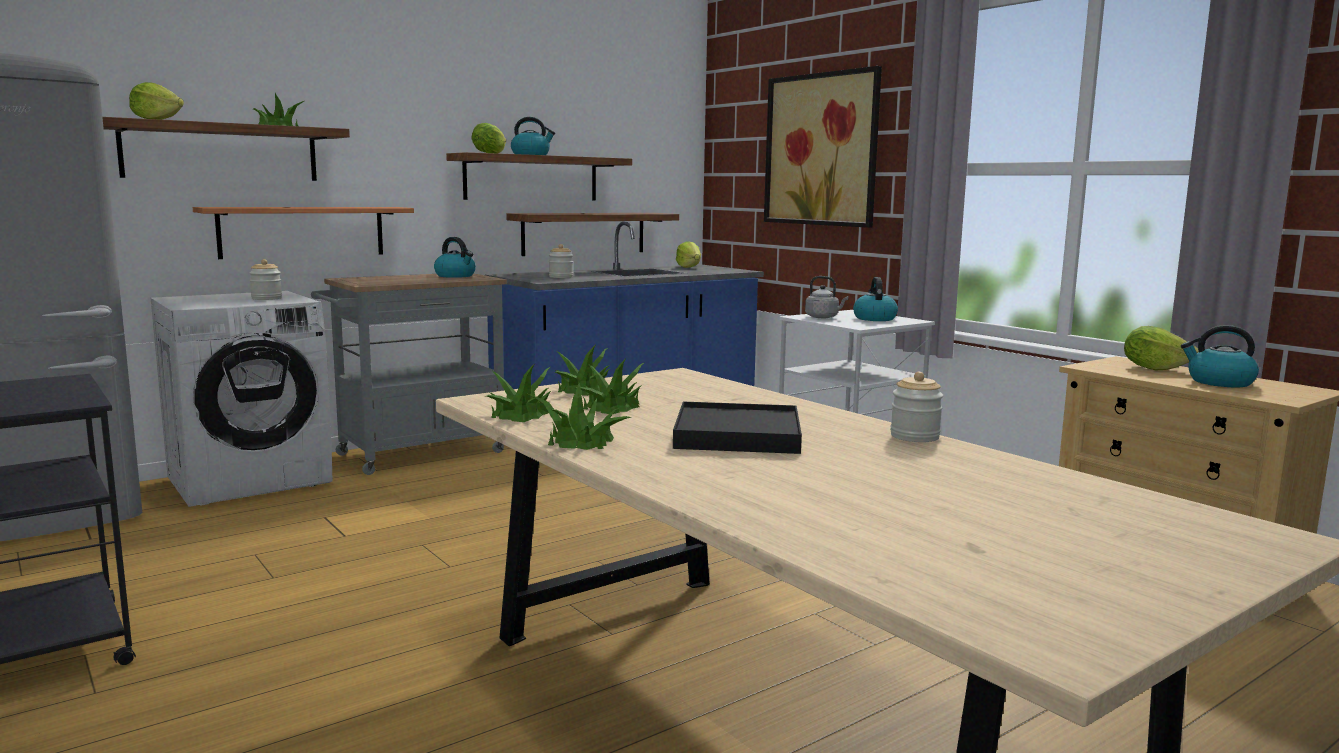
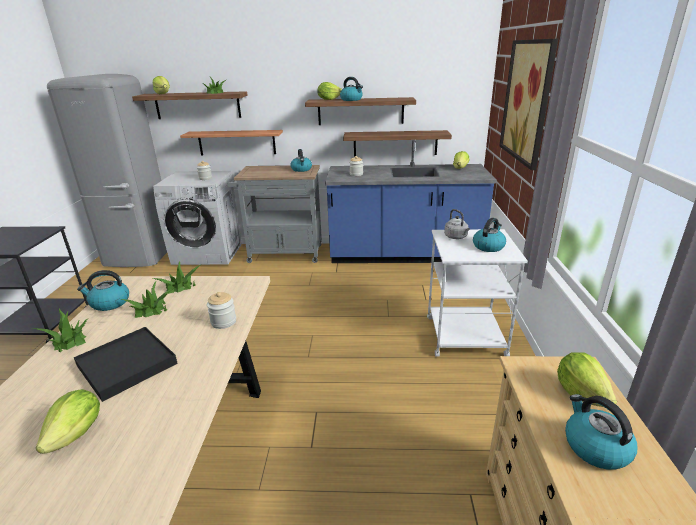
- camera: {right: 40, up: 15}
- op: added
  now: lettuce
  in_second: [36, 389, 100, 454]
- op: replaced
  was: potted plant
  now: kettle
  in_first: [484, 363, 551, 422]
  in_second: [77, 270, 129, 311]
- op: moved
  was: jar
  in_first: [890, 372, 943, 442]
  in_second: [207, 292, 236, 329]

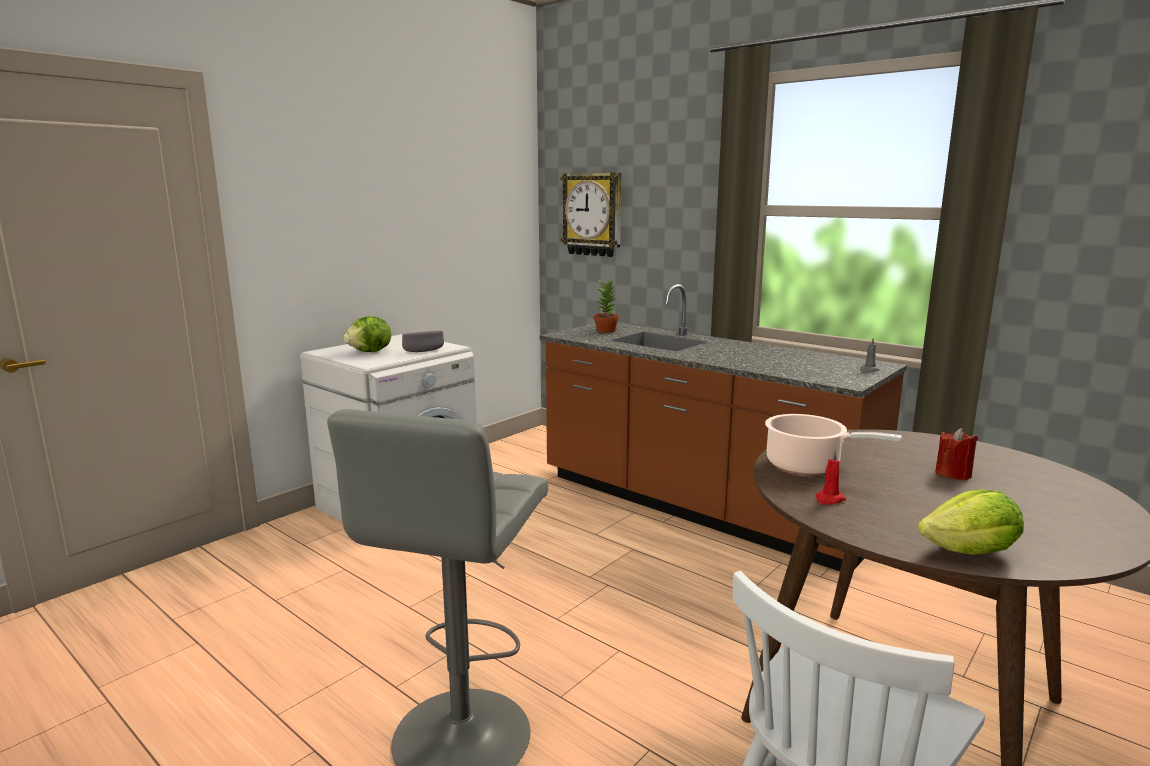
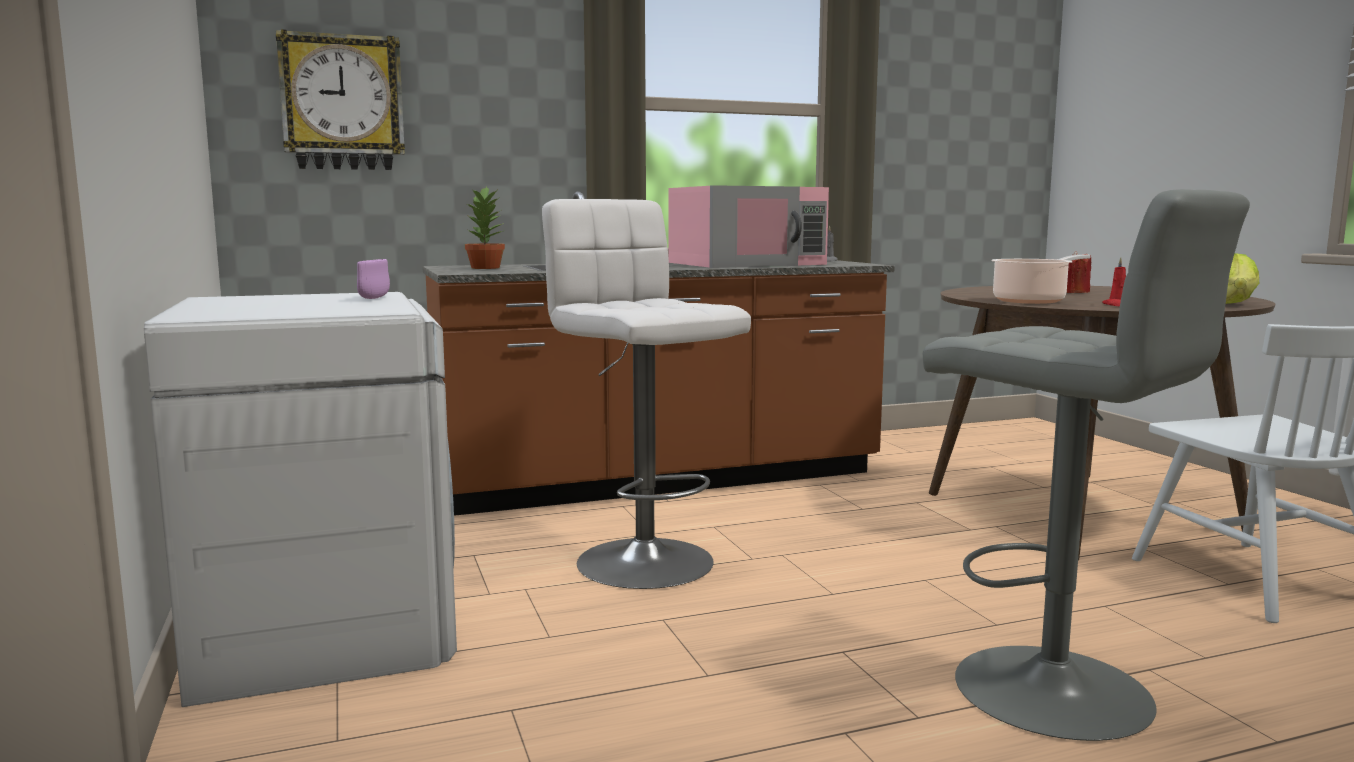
- camera: {right: -60, up: -5}
- op: recoloured
  was: grey bowl
  now: purple bowl
  in_first: [402, 331, 444, 352]
  in_second: [357, 259, 390, 299]
- op: added
  now: white stool
  in_second: [542, 199, 751, 589]
- op: added
  now: pink microwave
  in_second: [668, 185, 829, 268]
- op: removed
  was: lettuce
  in_first: [344, 316, 391, 352]

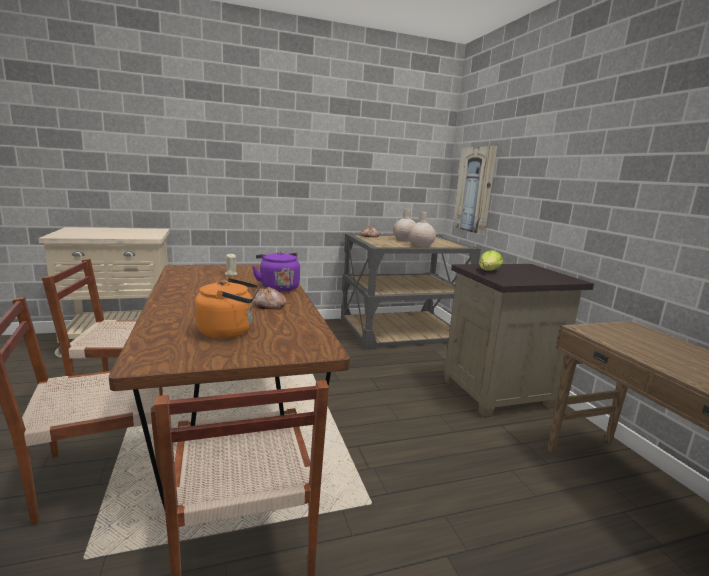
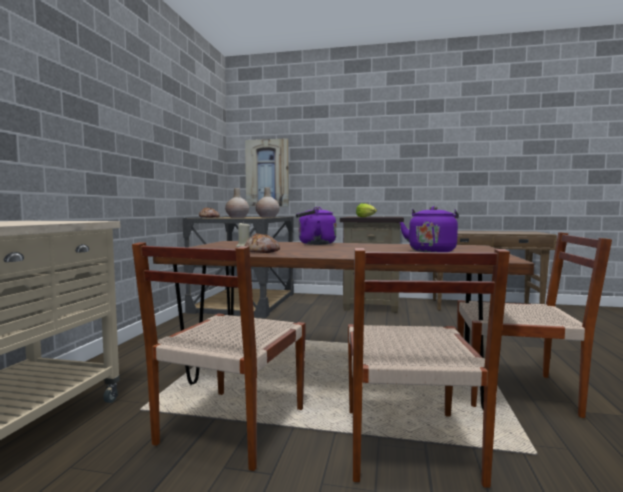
- camera: {right: -60, up: -10}
- op: moved
  was: bread
  in_first: [253, 287, 287, 309]
  in_second: [245, 233, 280, 253]
- op: recoloured
  was: orange kettle
  now: purple kettle
  in_first: [195, 278, 259, 338]
  in_second: [400, 206, 459, 252]

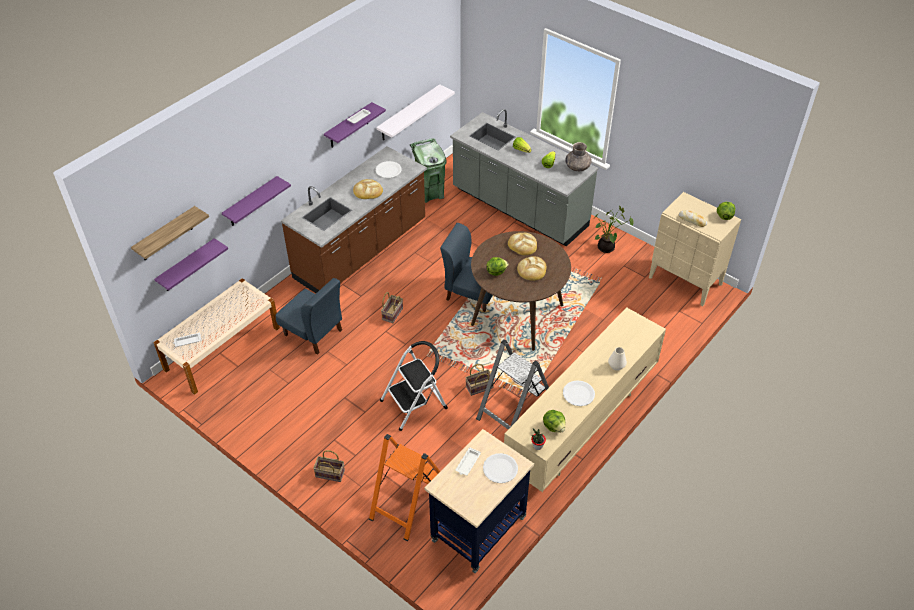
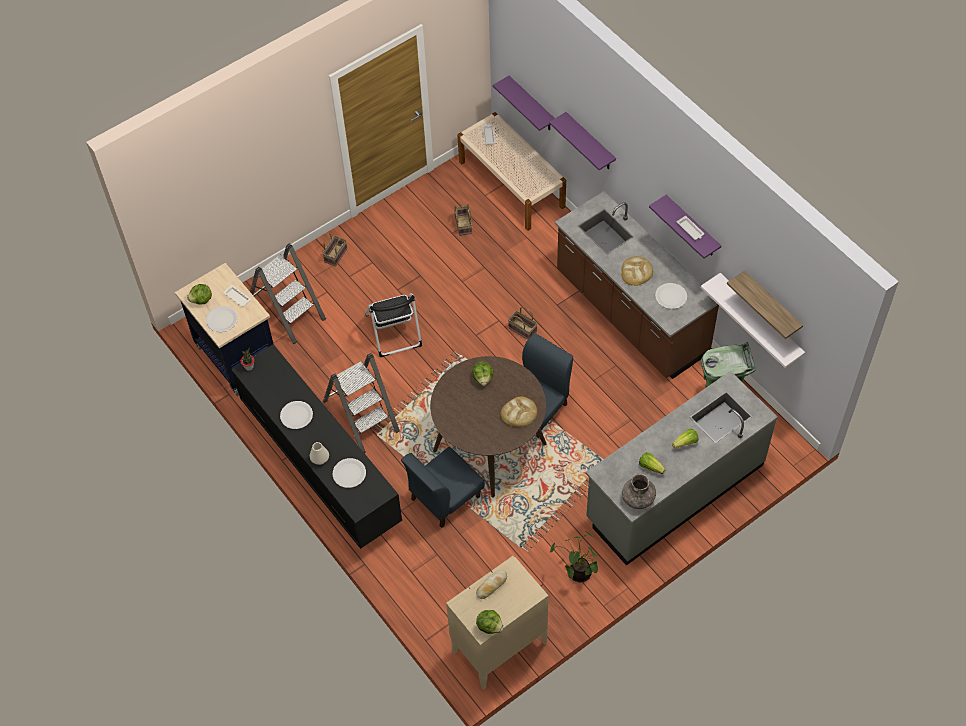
- camera: {right: 105, up: 10}
- op: moved
  was: lettuce
  in_first: [543, 410, 565, 433]
  in_second: [187, 284, 212, 305]
- op: recoloured
  was: beige cabinet
  now: black cabinet
  in_first: [504, 307, 666, 492]
  in_second: [232, 344, 402, 549]
- op: recoloured
  was: orange step ladder
  now: grey step ladder
  in_first: [369, 434, 440, 541]
  in_second: [250, 243, 326, 344]
- op: added
  now: white plate
  in_second: [333, 458, 366, 488]
- op: moved
  was: blue chair
  in_first: [275, 278, 342, 354]
  in_second: [401, 447, 485, 528]
- op: moved
  was: basket
  in_first: [465, 364, 494, 396]
  in_second: [454, 204, 472, 236]
- op: moved
  was: shelf
  in_first: [131, 206, 209, 261]
  in_second: [727, 271, 803, 339]
- op: removed
  was: bread
  in_first: [517, 256, 546, 281]

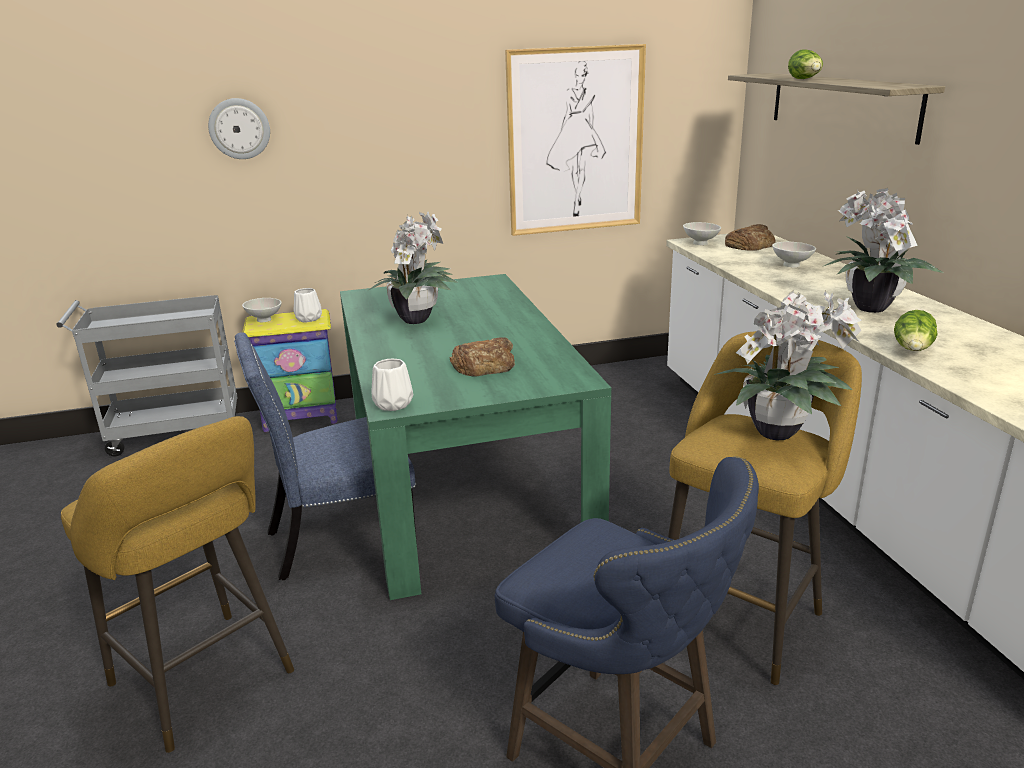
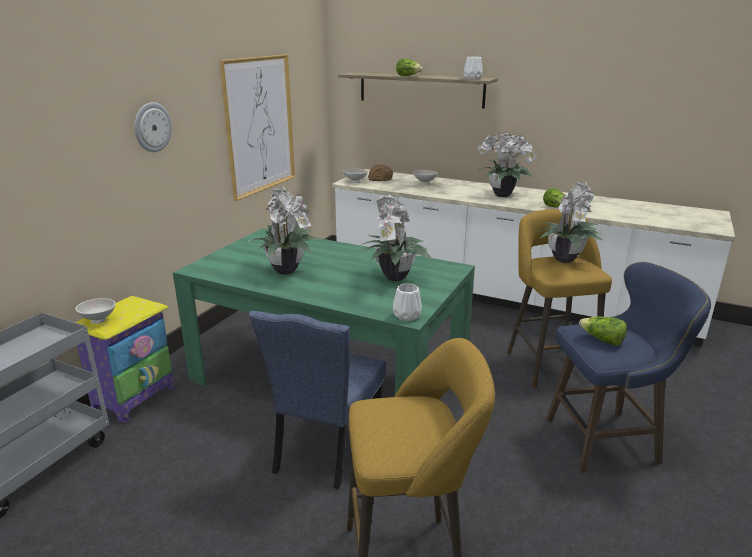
- camera: {right: -50, up: 0}
- op: moved
  was: wall clock
  in_first: [208, 98, 270, 159]
  in_second: [134, 102, 172, 152]
- op: replaced
  was: bread
  now: potted plant
  in_first: [450, 337, 515, 377]
  in_second: [361, 194, 432, 281]
- op: moved
  was: white vase
  in_first: [294, 288, 322, 322]
  in_second: [464, 57, 483, 79]
- op: added
  now: lettuce
  in_second: [579, 317, 627, 346]

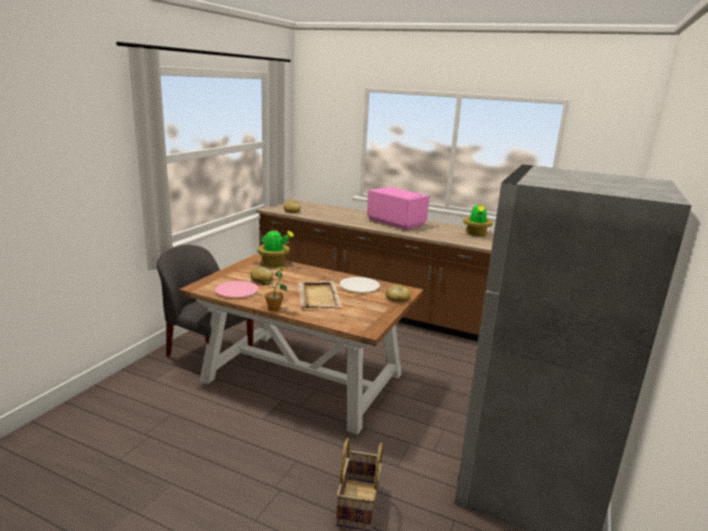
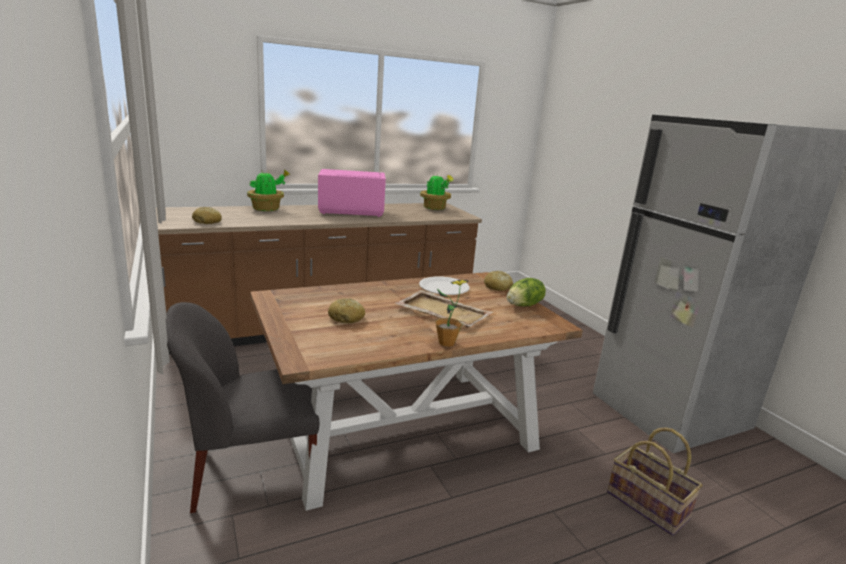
- camera: {right: -50, up: 0}
- op: moved
  was: potted plant
  in_first: [257, 228, 294, 266]
  in_second: [247, 169, 291, 211]
- op: added
  now: lettuce
  in_second: [507, 278, 546, 307]
- op: removed
  was: pink plate
  in_first: [215, 281, 259, 298]

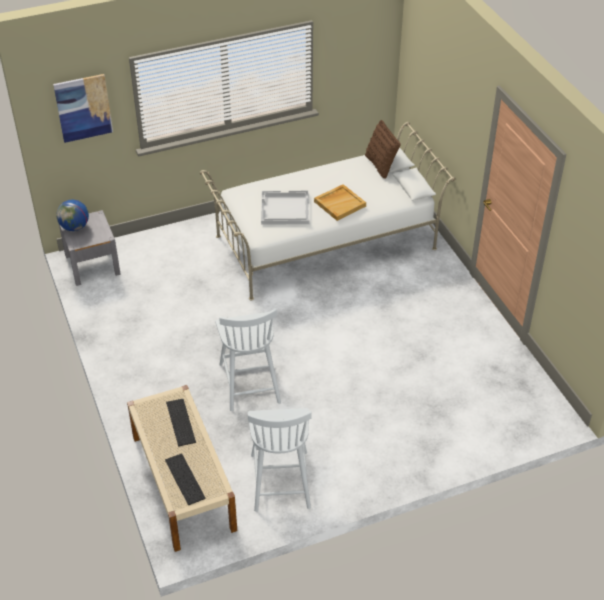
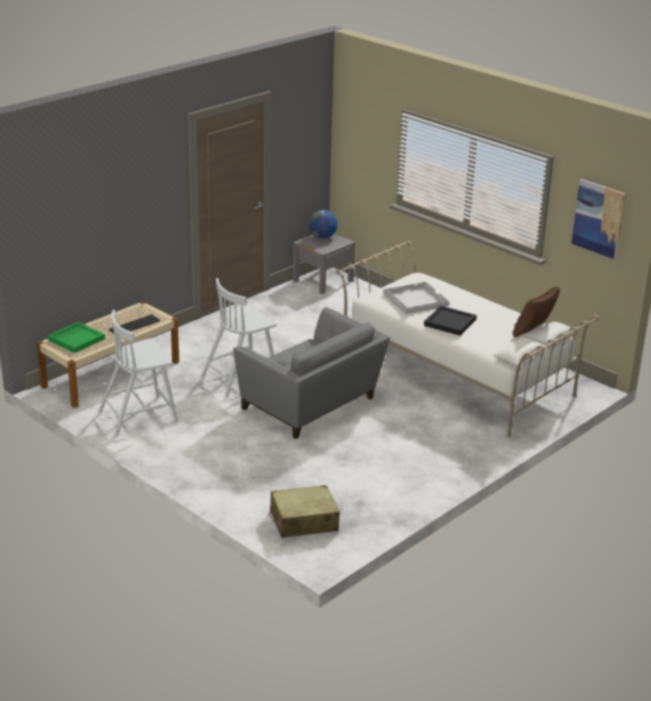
- camera: {right: 65, up: -15}
- op: replaced
  was: keyboard
  now: green tray
  in_first: [165, 454, 206, 505]
  in_second: [48, 322, 105, 353]
- op: added
  now: grey armchair
  in_second: [233, 307, 391, 439]
- op: added
  now: beige suitcase
  in_second: [269, 485, 340, 538]
- op: recoloured
  was: beige tray
  now: black tray
  in_first: [314, 184, 366, 221]
  in_second: [424, 306, 477, 336]
- op: moved
  was: picture
  in_first: [53, 74, 113, 143]
  in_second: [571, 179, 626, 259]

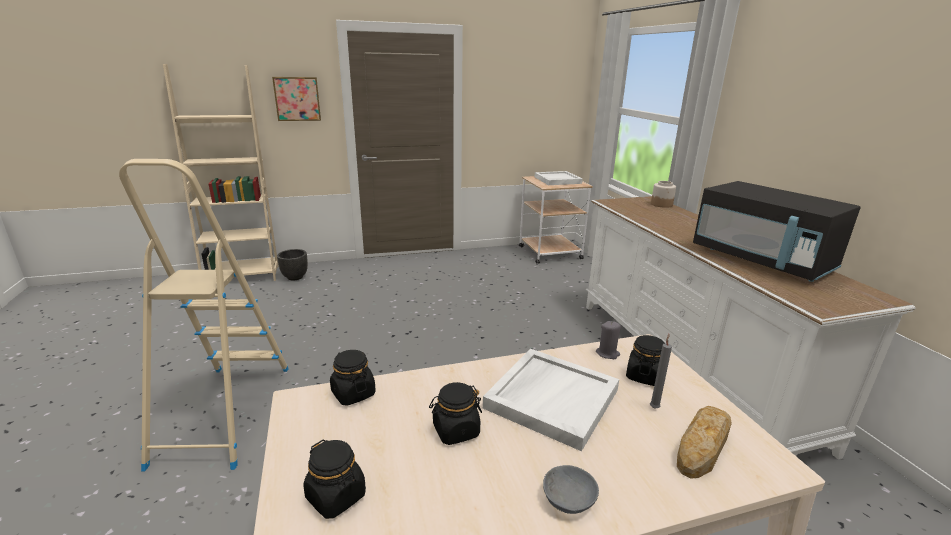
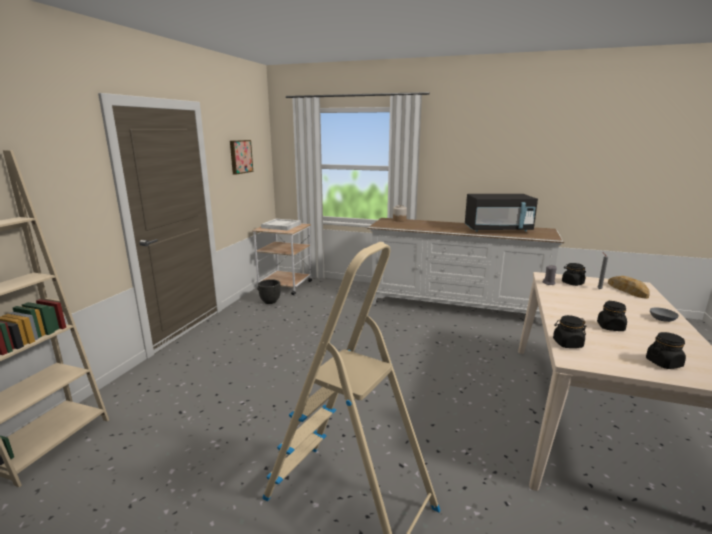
- camera: {right: -55, up: -5}
- op: moved
  was: picture
  in_first: [272, 77, 321, 121]
  in_second: [230, 140, 253, 175]
- op: moved
  was: black planter
  in_first: [277, 249, 308, 281]
  in_second: [258, 279, 281, 304]
- op: removed
  was: white tray
  in_first: [483, 349, 619, 451]

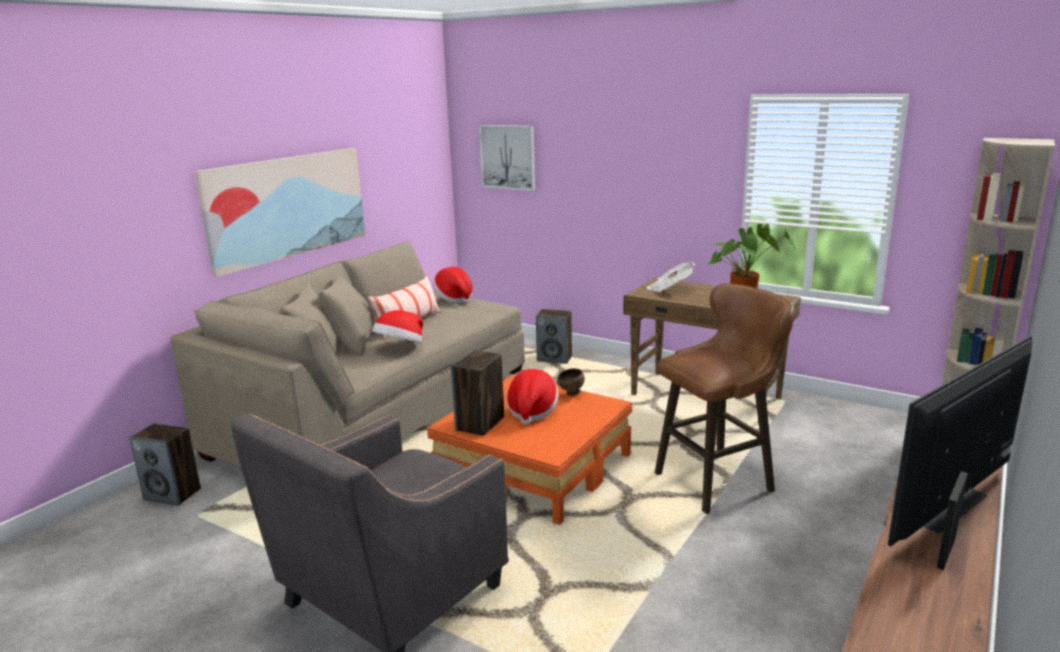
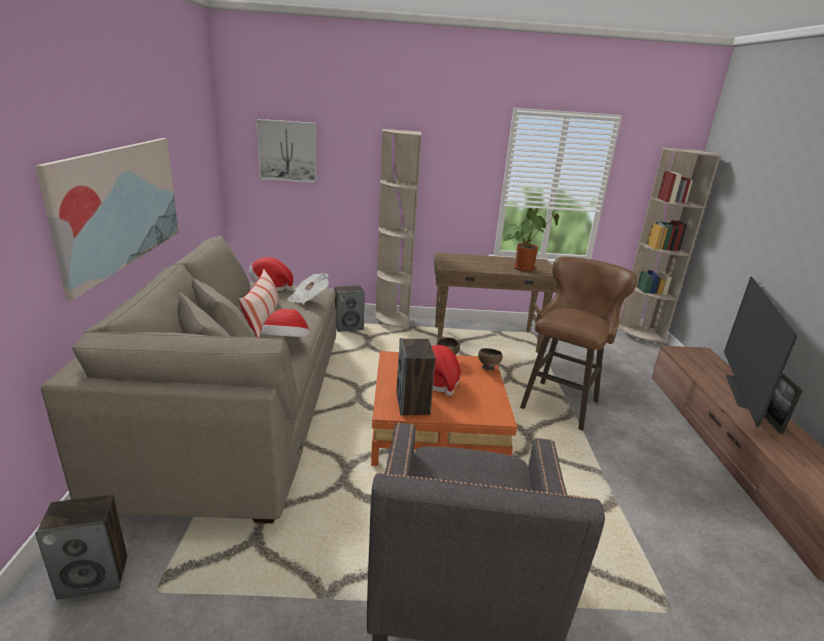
- camera: {right: -35, up: 5}
- op: moved
  was: newspaper
  in_first: [647, 262, 695, 292]
  in_second: [287, 273, 329, 304]
- op: added
  now: beige bookcase
  in_second: [375, 129, 422, 329]
- op: added
  now: brown bowl
  in_second: [478, 348, 503, 371]

